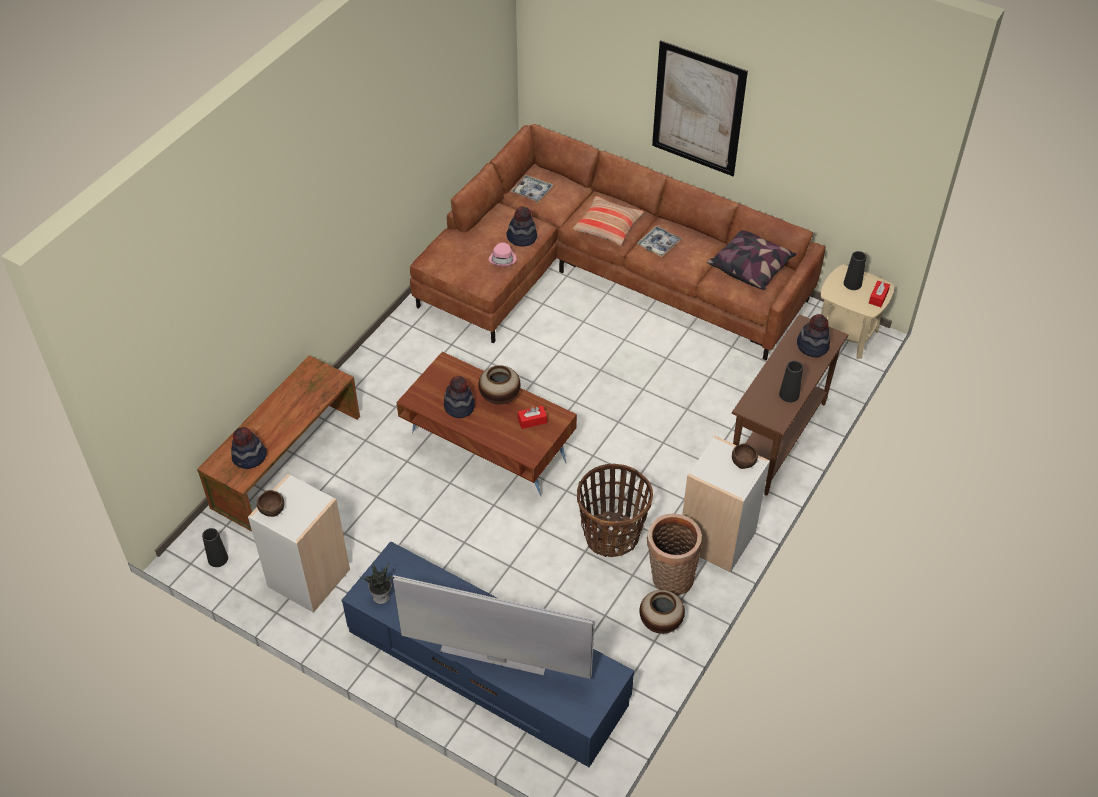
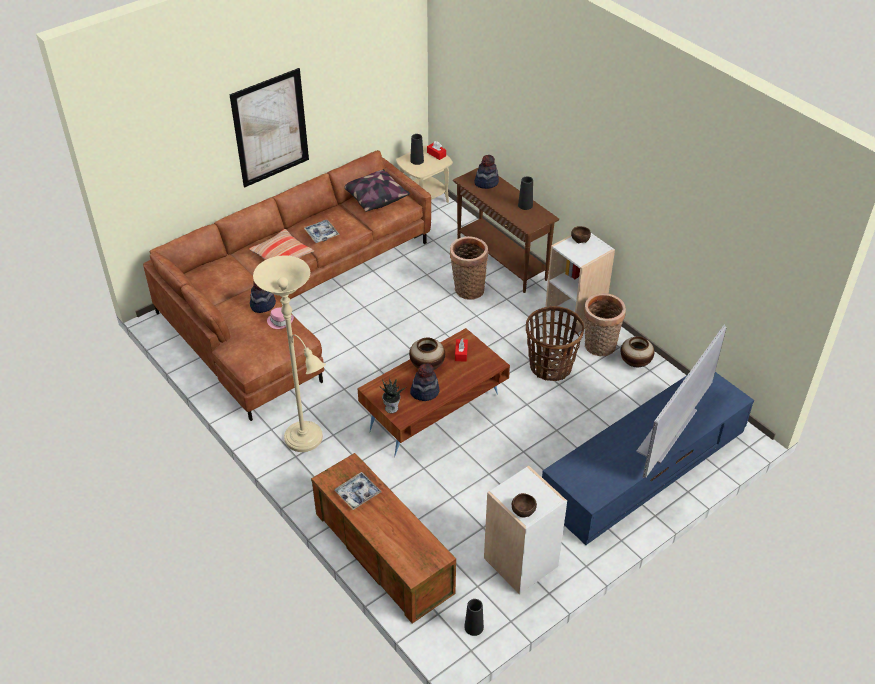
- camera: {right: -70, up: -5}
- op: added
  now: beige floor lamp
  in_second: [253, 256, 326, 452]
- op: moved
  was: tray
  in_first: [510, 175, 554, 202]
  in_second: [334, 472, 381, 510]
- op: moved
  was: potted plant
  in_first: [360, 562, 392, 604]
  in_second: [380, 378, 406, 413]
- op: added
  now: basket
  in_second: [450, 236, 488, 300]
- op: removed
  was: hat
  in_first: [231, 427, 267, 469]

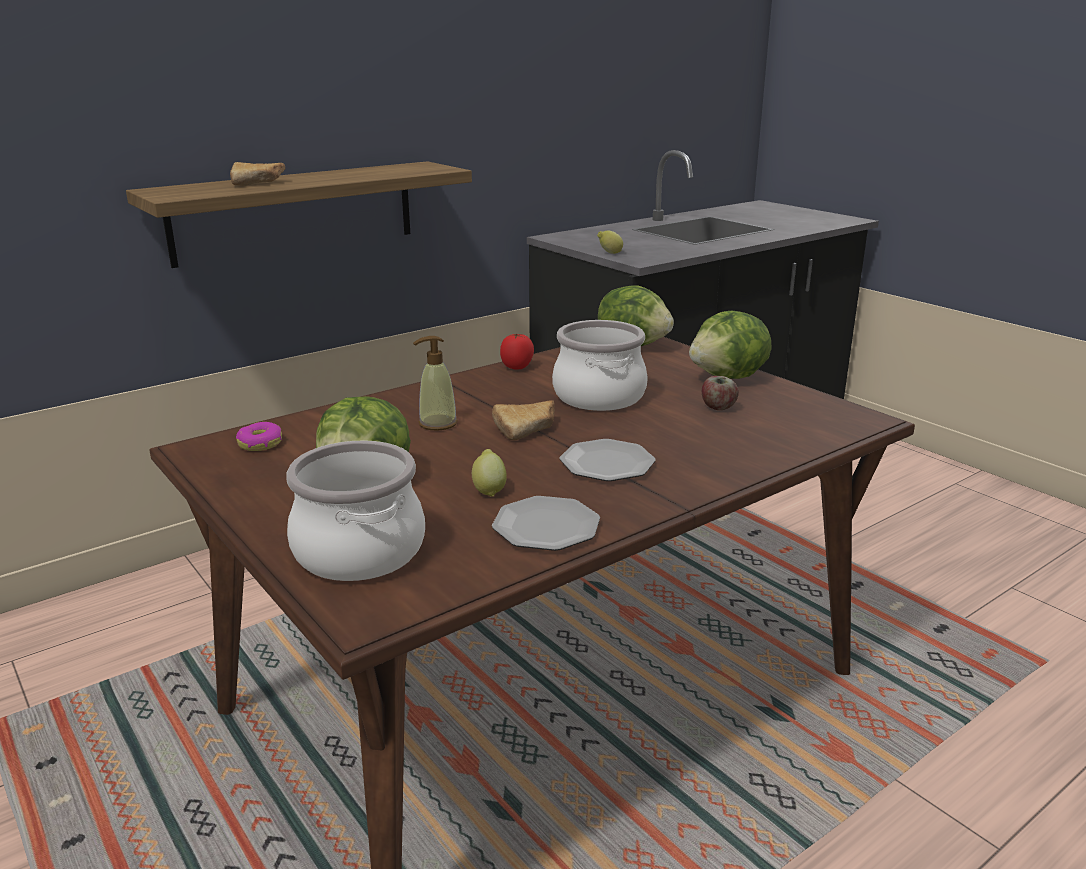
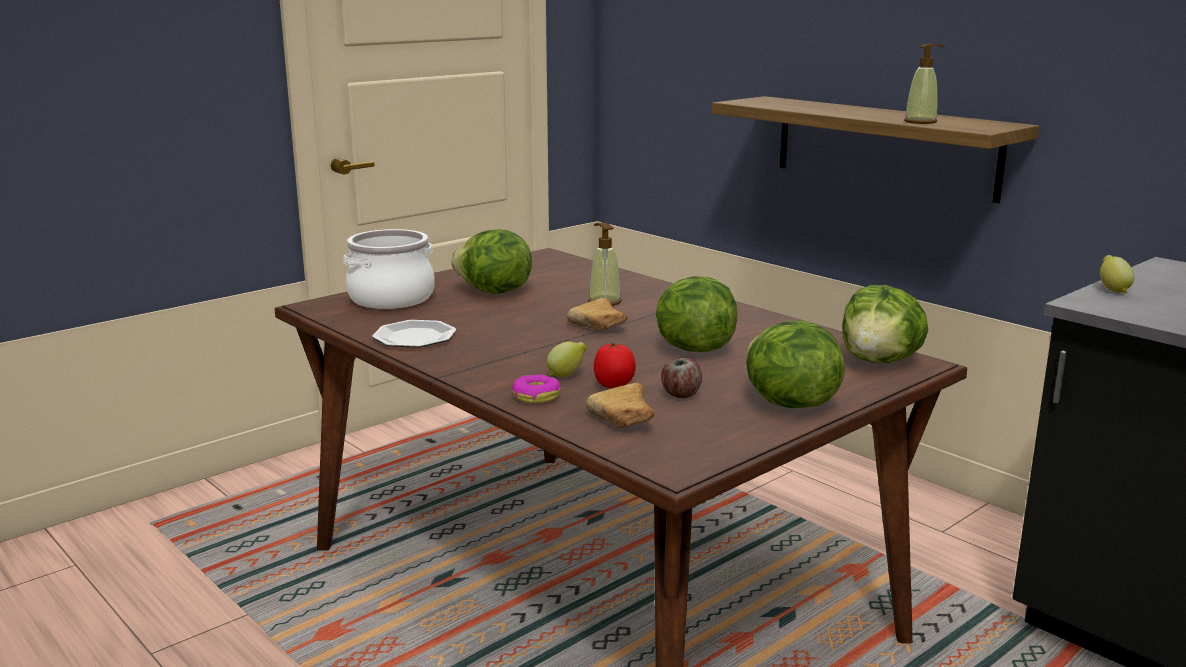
- camera: {right: 85, up: -5}
- op: moved
  was: donut
  in_first: [236, 422, 282, 451]
  in_second: [512, 375, 561, 404]
- op: moved
  was: lemon
  in_first: [472, 449, 507, 497]
  in_second: [547, 342, 587, 377]
- op: moved
  was: bread
  in_first: [230, 162, 285, 186]
  in_second: [586, 383, 655, 428]
- op: moved
  was: tomato
  in_first: [500, 334, 534, 369]
  in_second: [594, 343, 636, 388]
- op: replaced
  was: cooking pot
  now: lettuce
  in_first: [552, 320, 648, 411]
  in_second: [656, 276, 738, 352]
- op: added
  now: soap dispenser
  in_second: [904, 44, 946, 124]
- op: removed
  was: plate
  in_first: [560, 439, 656, 481]

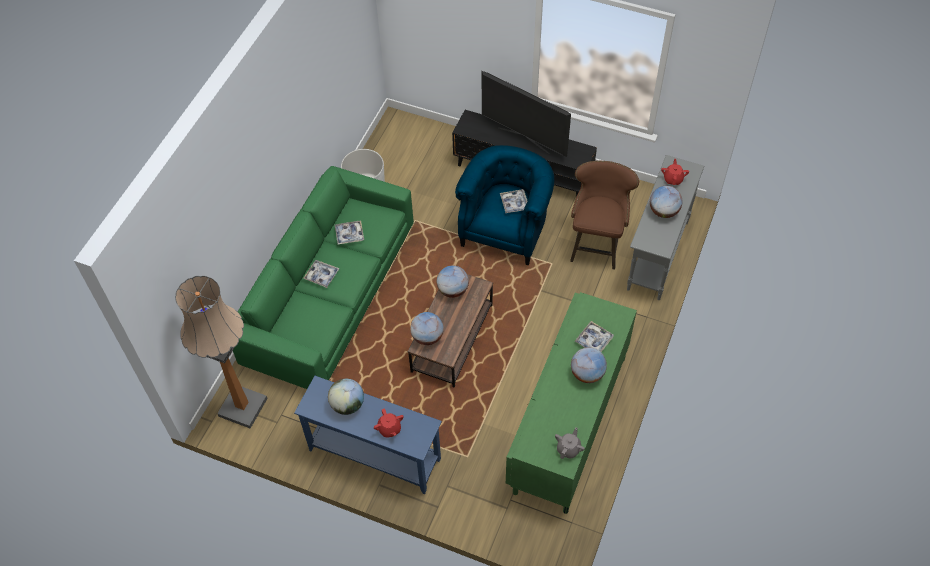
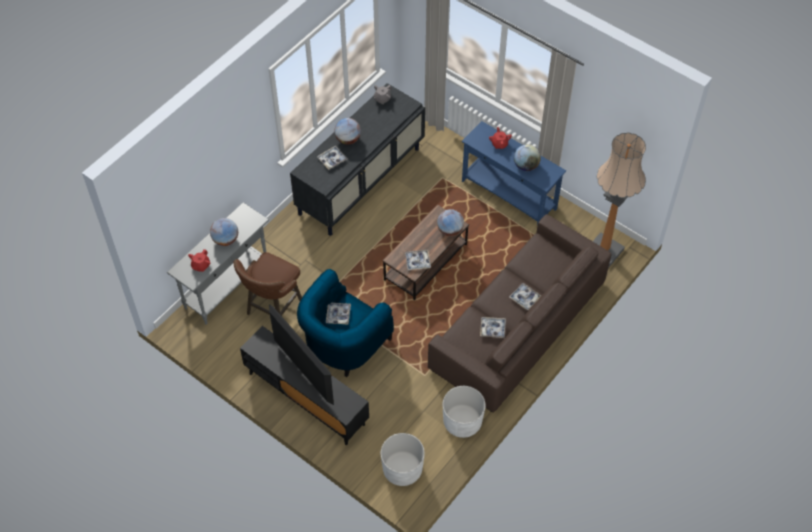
- camera: {right: -165, up: 0}
- op: recoloured
  was: green cabinet
  now: black cabinet
  in_first: [506, 292, 637, 514]
  in_second: [290, 83, 425, 236]
- op: added
  now: white planter
  in_second: [381, 433, 425, 486]
- op: replaced
  was: globe
  now: tray
  in_first: [437, 265, 469, 298]
  in_second: [405, 250, 431, 270]
- op: recoloured
  was: green sofa
  now: brown sofa
  in_first: [233, 166, 414, 389]
  in_second: [428, 214, 611, 413]

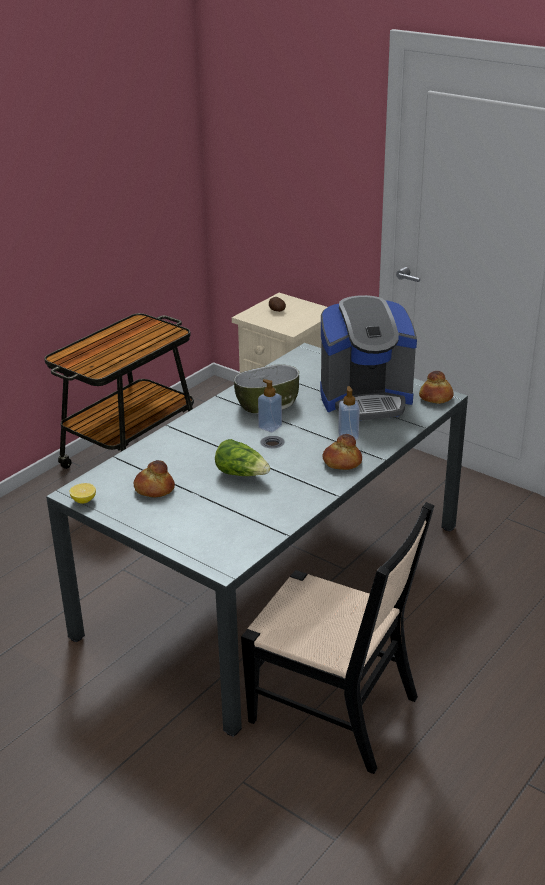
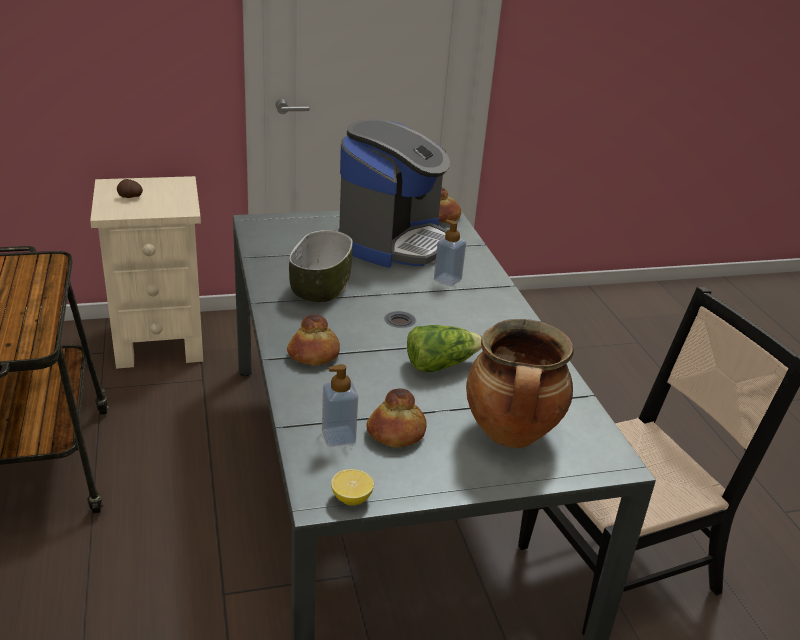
- camera: {right: -55, up: 0}
- op: moved
  was: bread
  in_first: [323, 434, 362, 470]
  in_second: [287, 314, 340, 366]
- op: moved
  was: soap dispenser
  in_first: [258, 379, 282, 432]
  in_second: [322, 364, 358, 447]
- op: added
  now: cooking pot
  in_second: [466, 319, 574, 448]

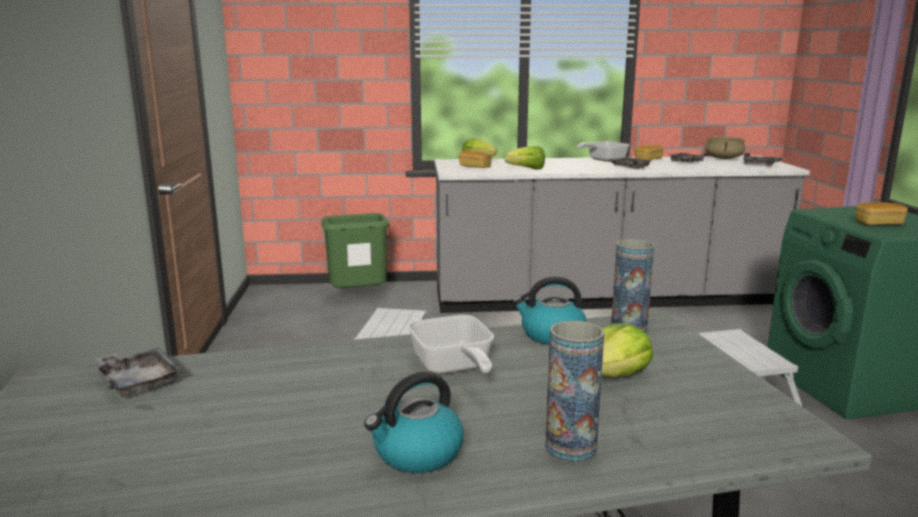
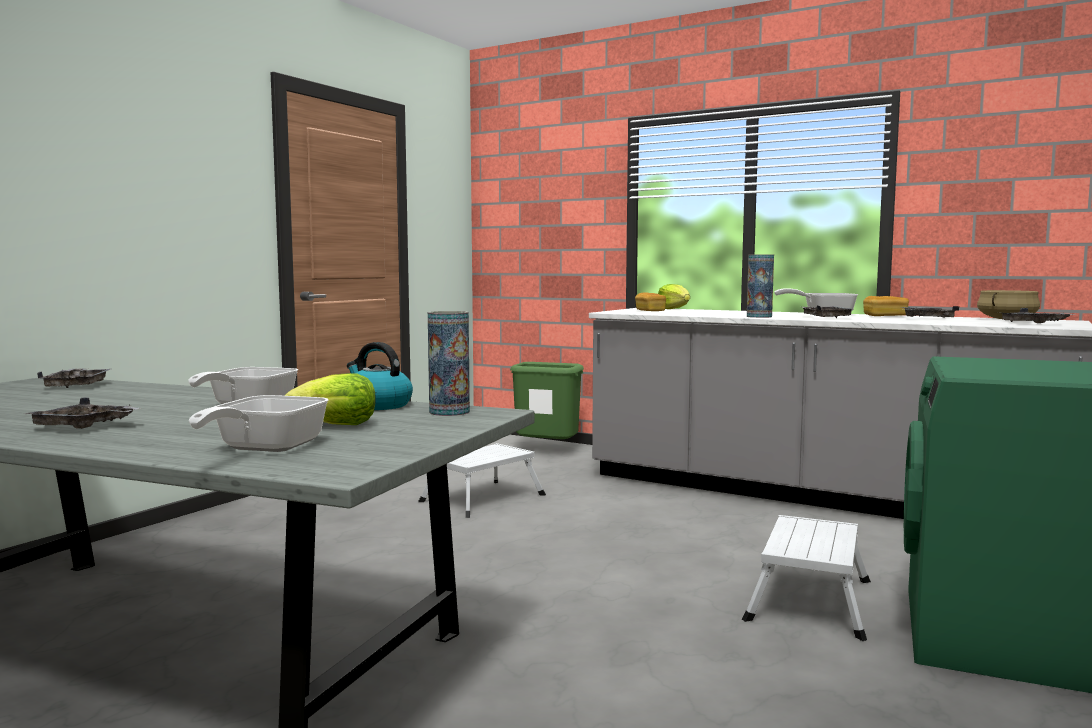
- camera: {right: 35, up: -10}
- op: replaced
  was: kettle
  now: grey tray
  in_first: [364, 372, 464, 473]
  in_second: [26, 397, 141, 429]
- op: added
  now: frying pan
  in_second: [189, 395, 329, 452]
- op: moved
  was: vase
  in_first: [545, 321, 604, 463]
  in_second: [747, 254, 774, 318]
- op: removed
  was: lettuce
  in_first: [505, 146, 545, 170]
- op: removed
  was: bread
  in_first: [855, 202, 908, 225]

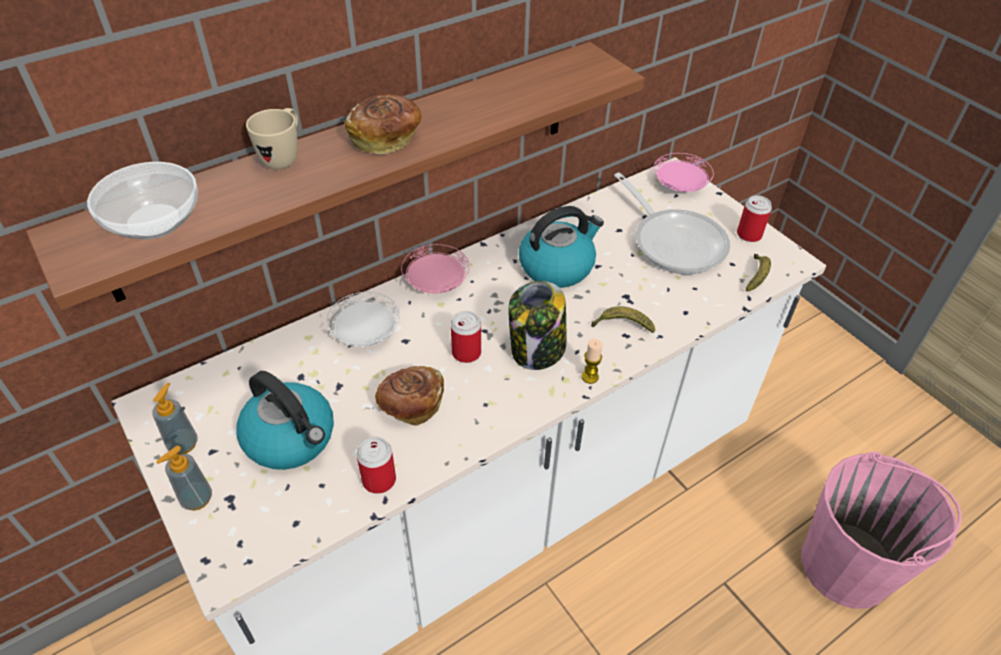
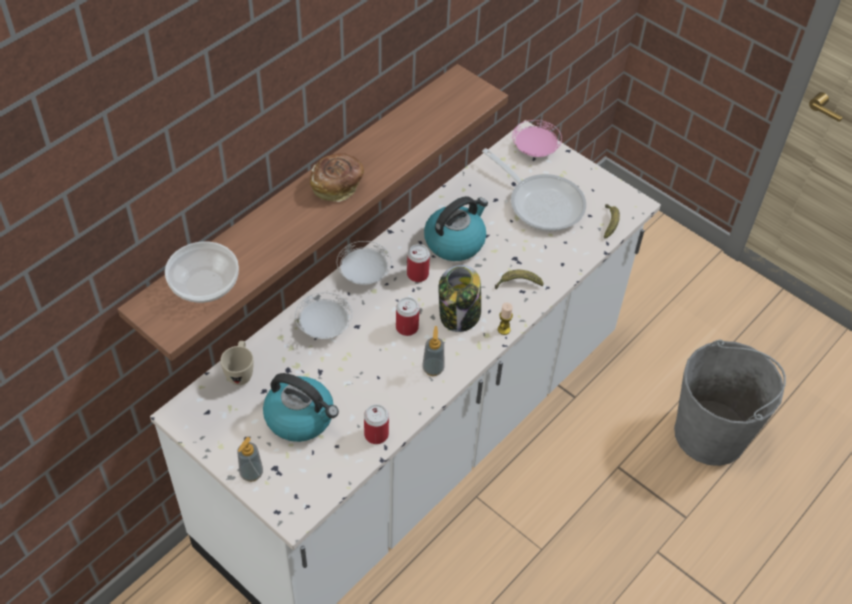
- camera: {right: -15, up: 5}
- op: moved
  was: beige mug
  in_first: [246, 108, 298, 170]
  in_second: [220, 341, 253, 385]
- op: recoloured
  was: pink plate
  now: white plate
  in_first: [401, 244, 470, 294]
  in_second: [337, 241, 392, 285]
- op: moved
  was: can
  in_first: [737, 195, 772, 242]
  in_second: [407, 244, 430, 282]
- op: moved
  was: soap dispenser
  in_first: [152, 383, 198, 454]
  in_second: [422, 326, 444, 376]
- op: recoloured
  was: pink bucket
  now: grey bucket
  in_first: [801, 452, 962, 609]
  in_second: [674, 339, 786, 466]
- op: removed
  was: bread
  in_first: [375, 366, 444, 426]

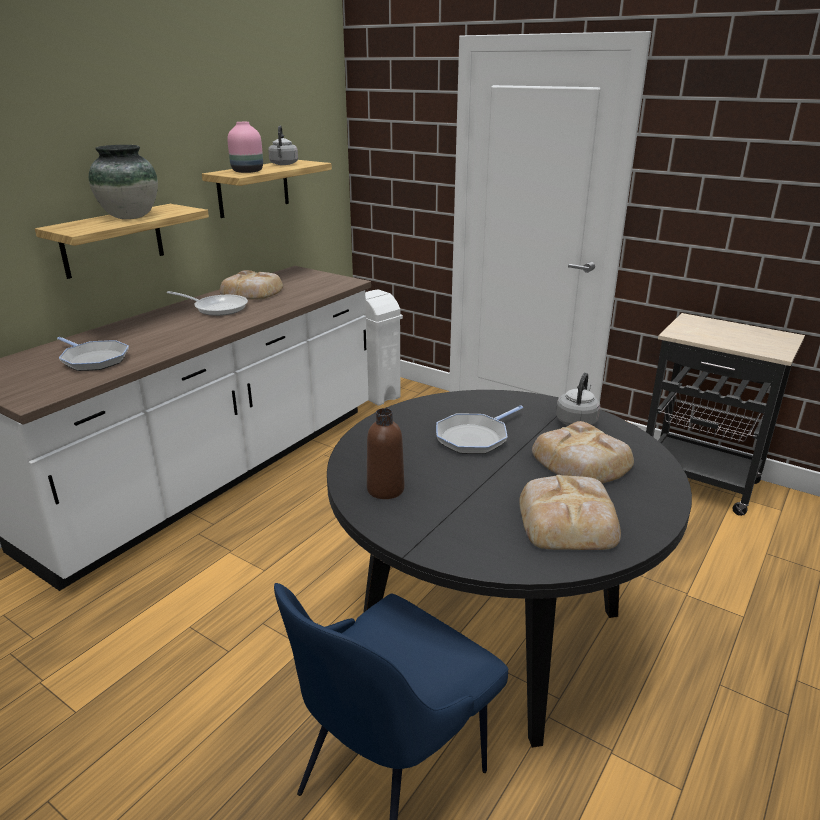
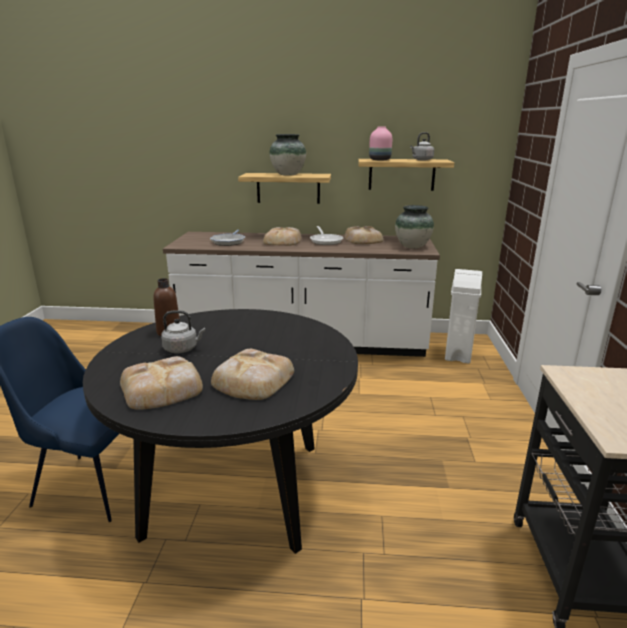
- camera: {right: 60, up: -5}
- op: moved
  was: grey kettle
  in_first: [556, 372, 600, 426]
  in_second: [161, 311, 205, 353]
- op: added
  now: bread
  in_second: [263, 227, 302, 246]
- op: added
  now: vase
  in_second: [395, 205, 434, 249]
- op: removed
  was: frying pan
  in_first: [436, 405, 523, 454]

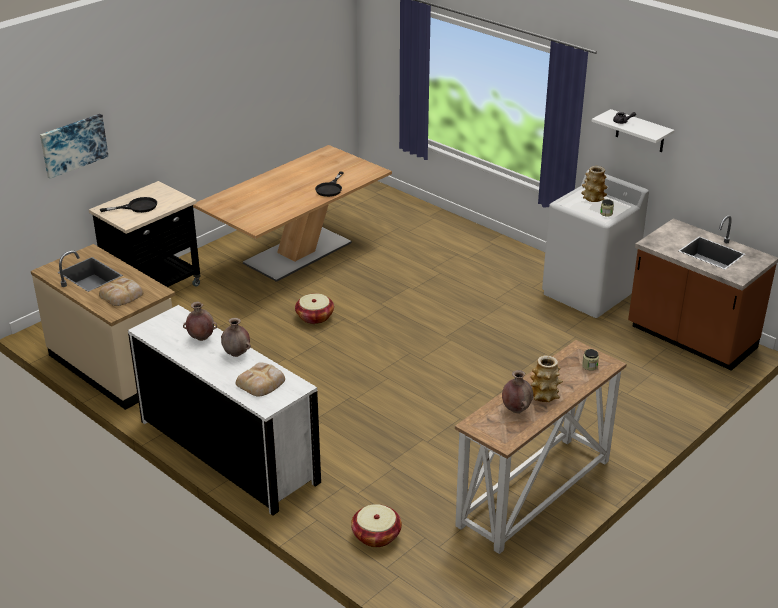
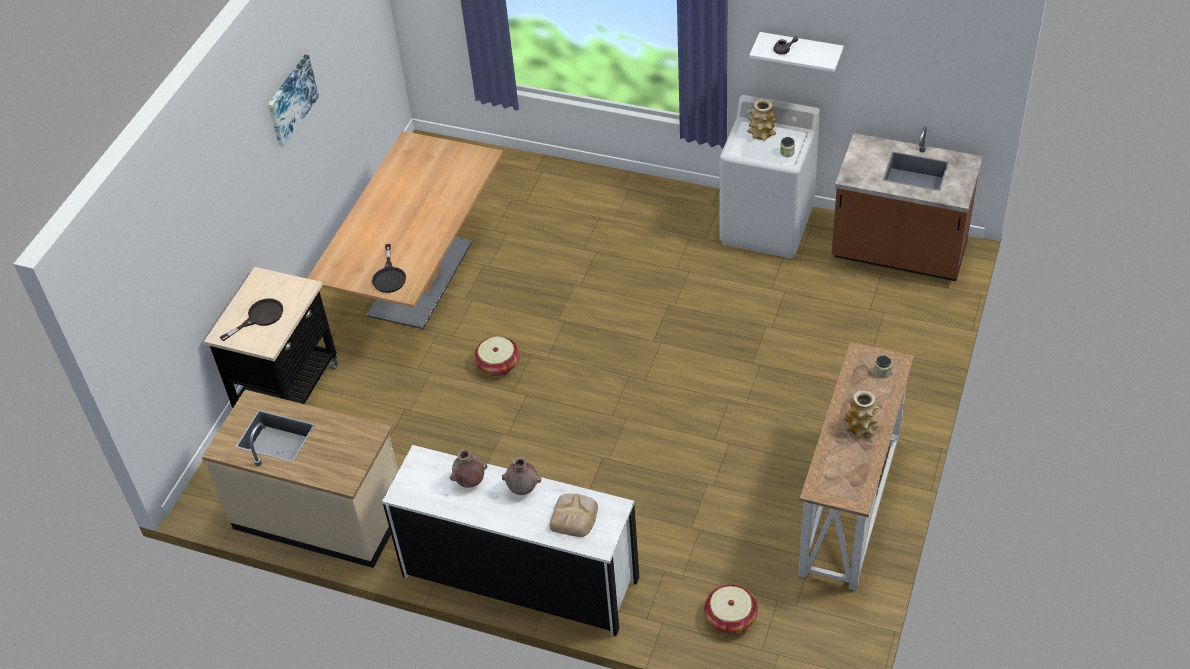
- camera: {right: -20, up: 15}
- op: moved
  was: picture
  in_first: [40, 114, 109, 179]
  in_second: [268, 55, 319, 147]
- op: moved
  was: black frying pan
  in_first: [315, 172, 344, 197]
  in_second: [372, 244, 406, 293]
- op: removed
  was: bread
  in_first: [99, 278, 144, 306]
- op: removed
  was: brown vase
  in_first: [502, 370, 533, 413]

